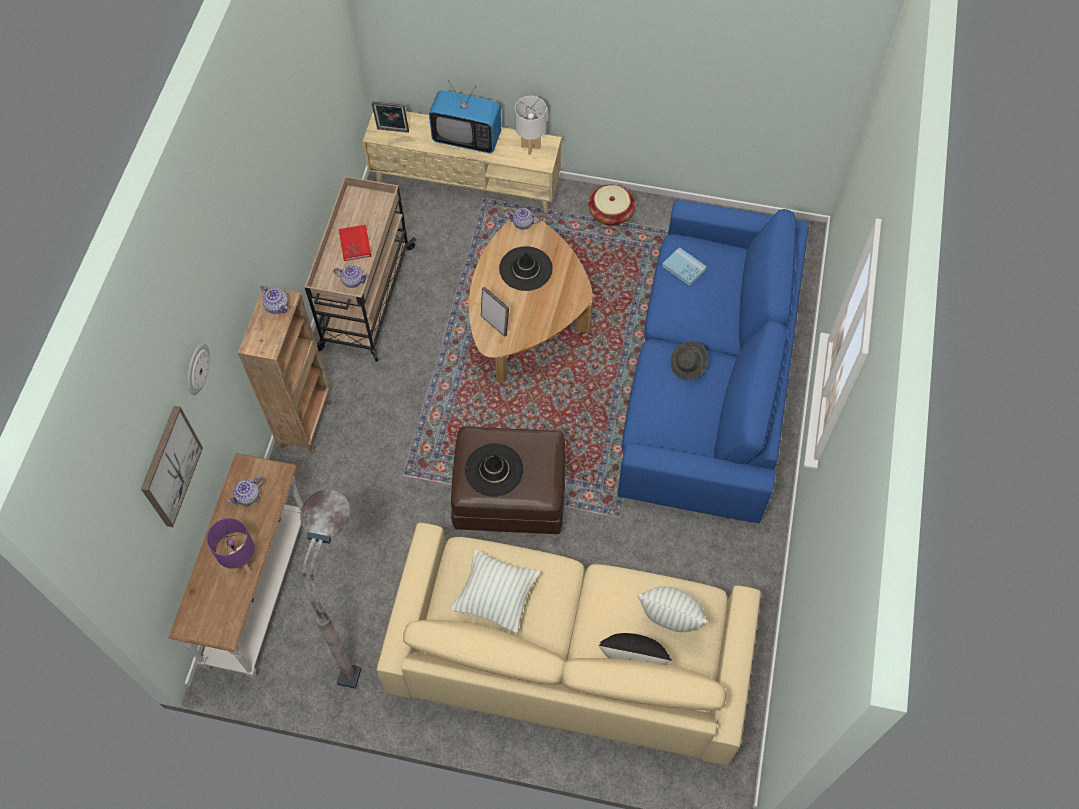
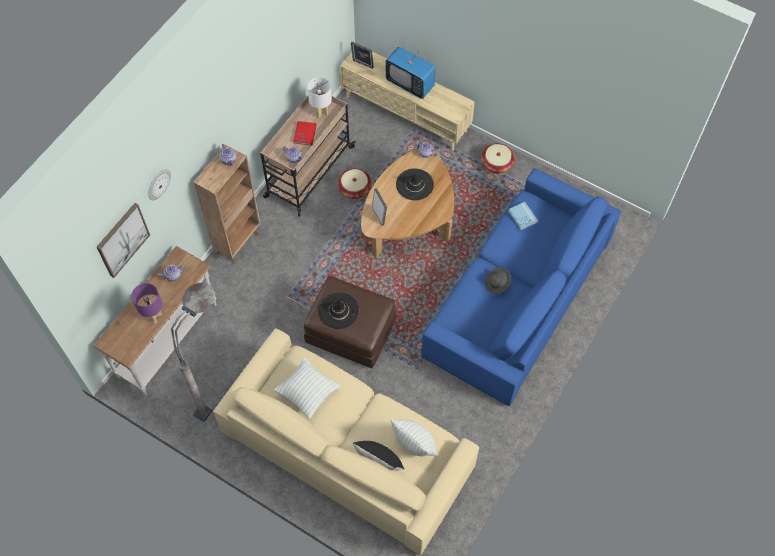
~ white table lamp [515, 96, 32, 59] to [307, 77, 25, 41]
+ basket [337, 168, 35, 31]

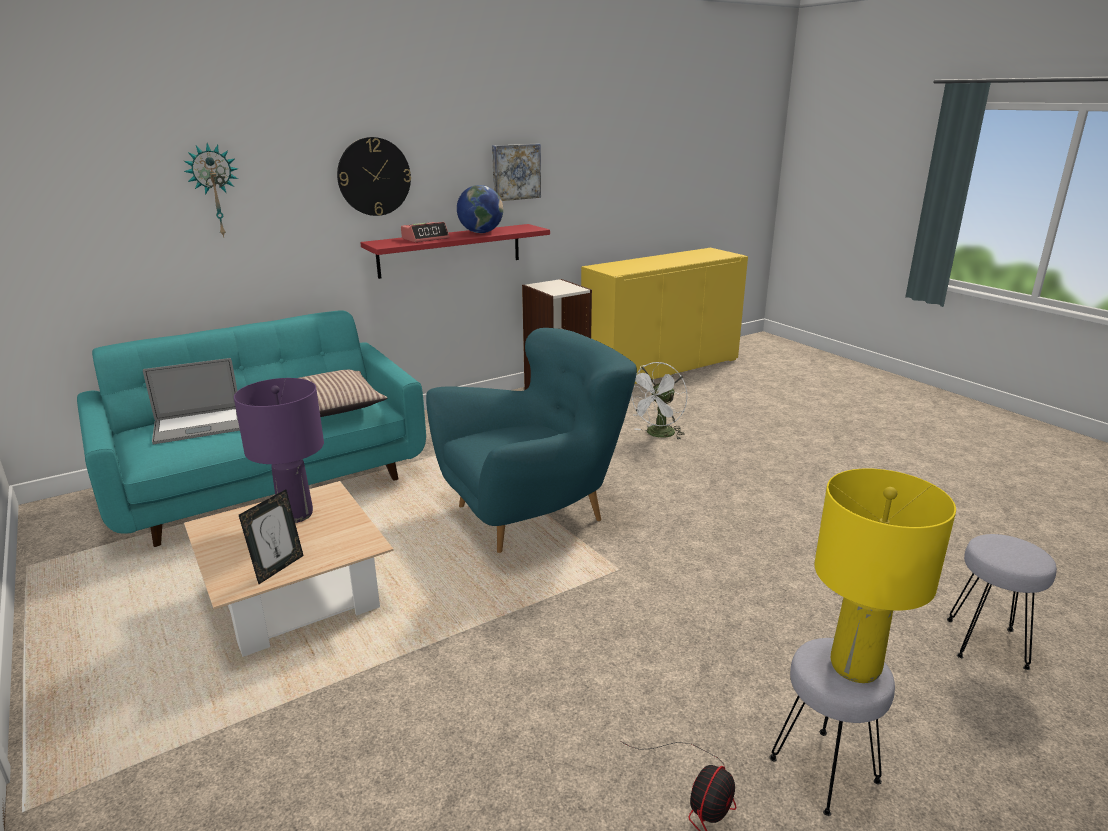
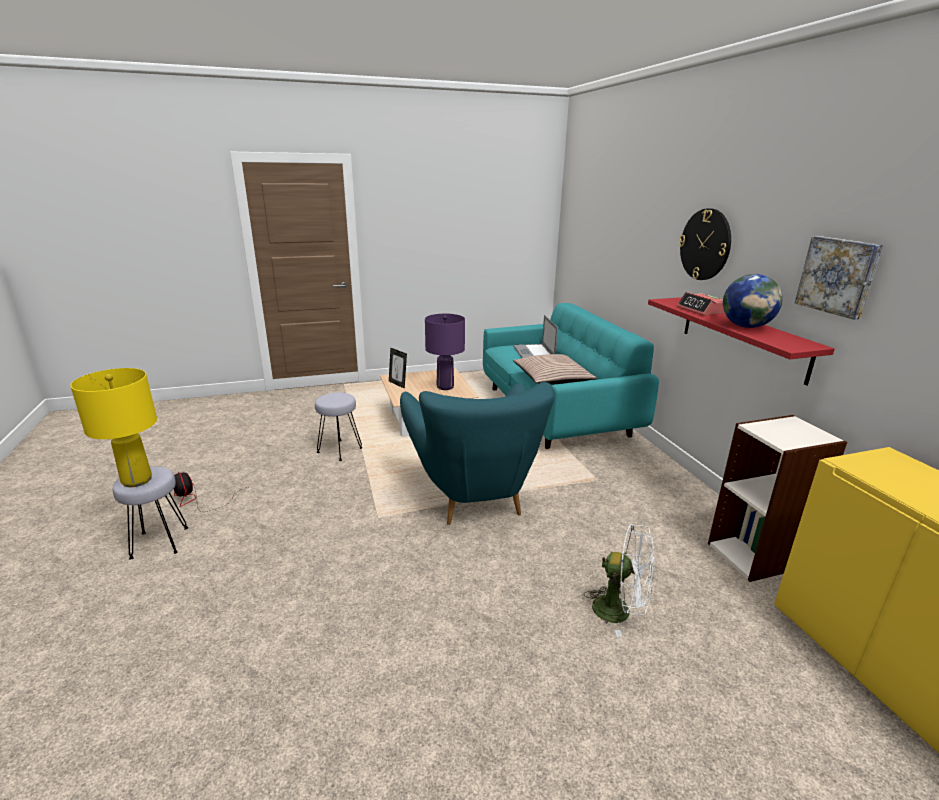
- wall clock [184, 143, 54, 94]
~ white fan [631, 362, 56, 78] = [584, 524, 70, 113] 150 degrees clockwise
~ grey stool [947, 534, 110, 136] to [315, 392, 47, 69]

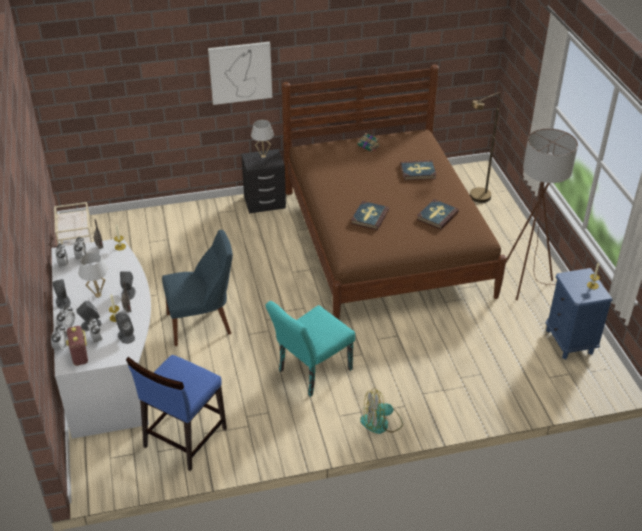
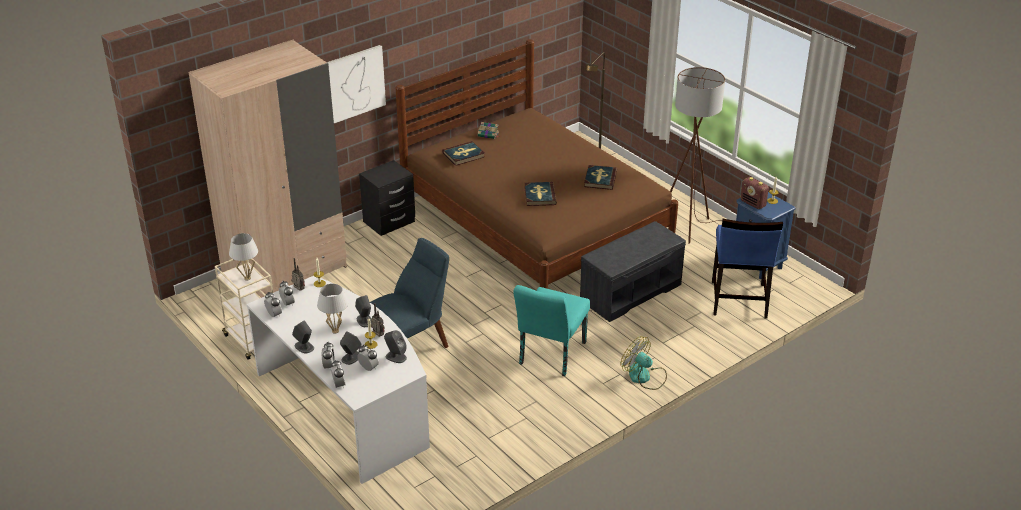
~ white table lamp [251, 120, 23, 38] to [229, 233, 29, 47]
~ book [401, 160, 35, 20] to [442, 141, 43, 25]
~ radio [66, 326, 22, 40] to [741, 177, 28, 32]
~ blue chair [126, 355, 101, 116] to [712, 218, 71, 101]
~ fan [360, 388, 43, 46] = [620, 336, 47, 54] 75 degrees clockwise
+ beige wardrobe [188, 39, 159, 259]
+ grey bench [580, 221, 106, 101]

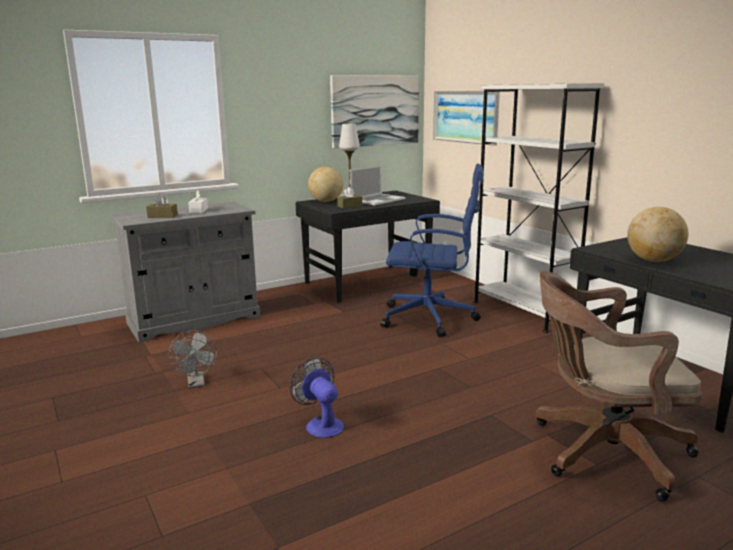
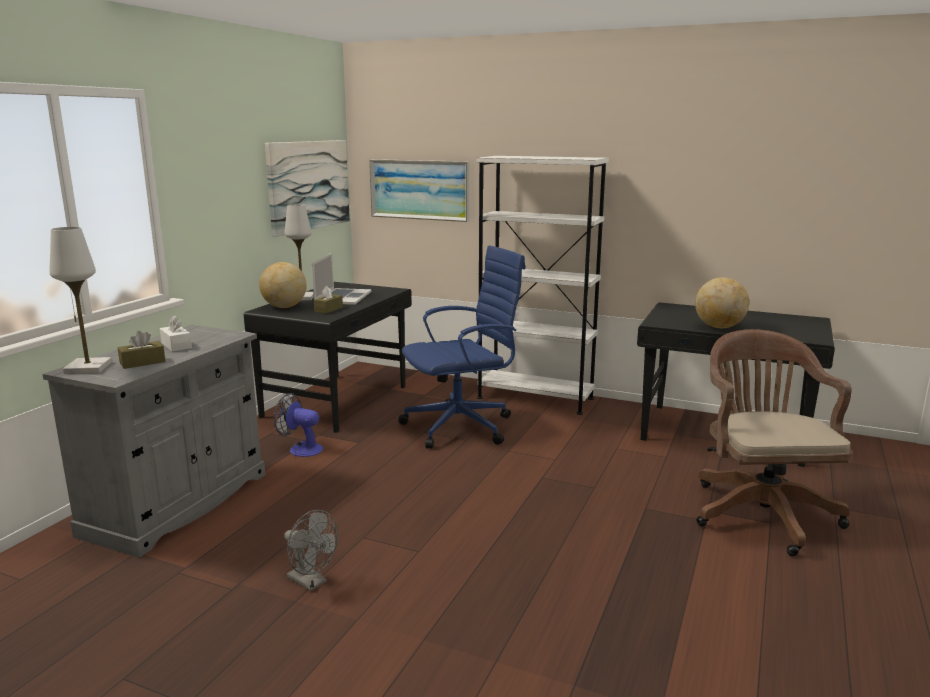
~ brown office chair [535, 271, 167, 230] = [697, 329, 156, 227] 120 degrees clockwise
~ fan [290, 357, 54, 81] to [274, 393, 49, 64]
+ white table lamp [50, 227, 62, 147]

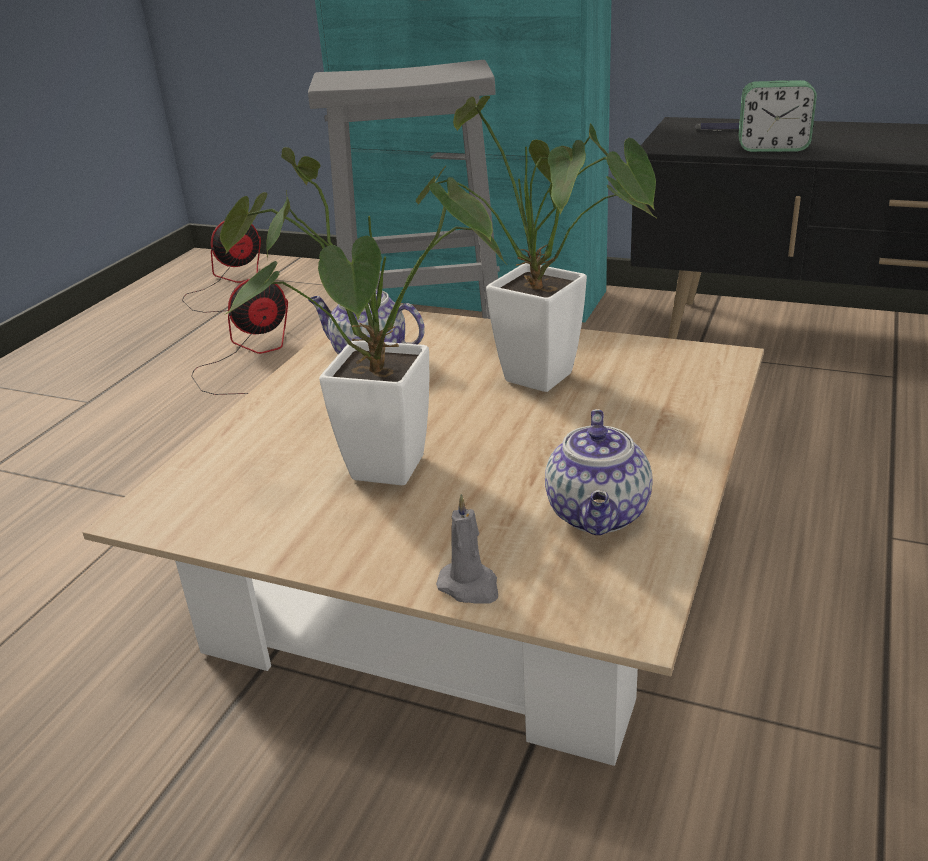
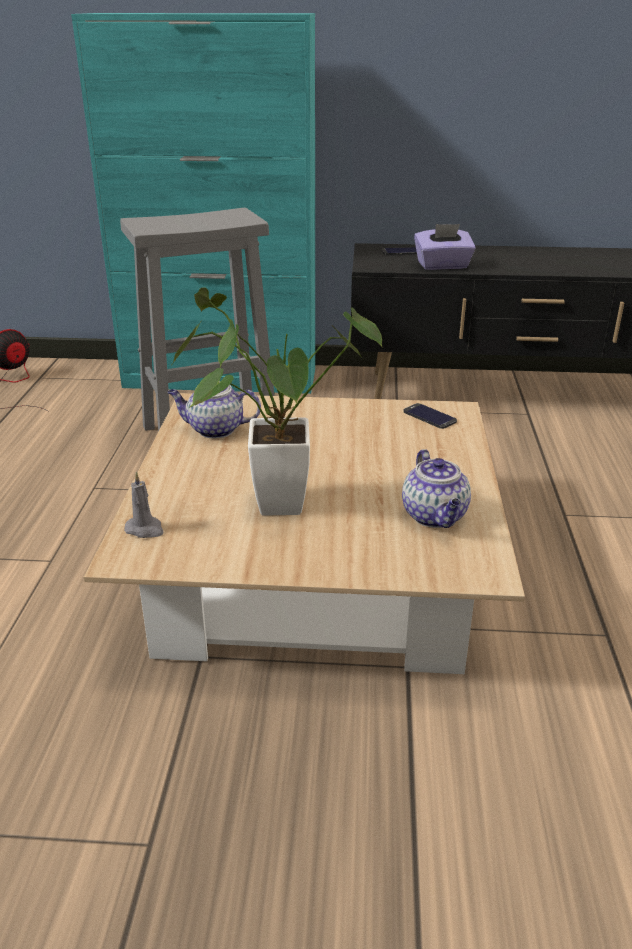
~ alarm clock [739, 80, 78, 72] to purple tissue box [414, 224, 62, 46]
- potted plant [416, 96, 240, 296]
- fan [191, 279, 97, 116]
~ grey candle [436, 494, 62, 110] to [124, 471, 40, 67]
+ phone [403, 403, 54, 26]

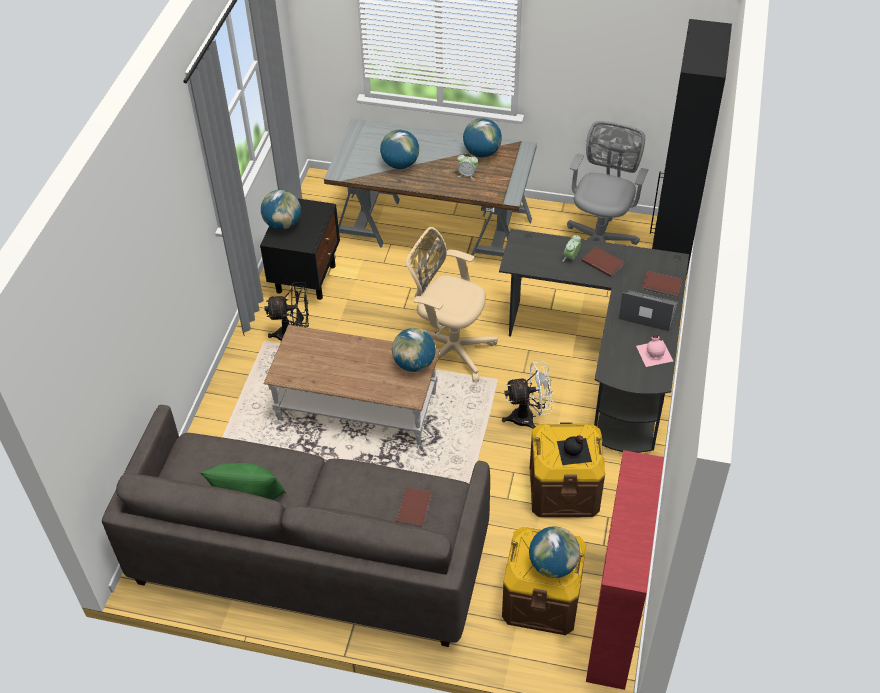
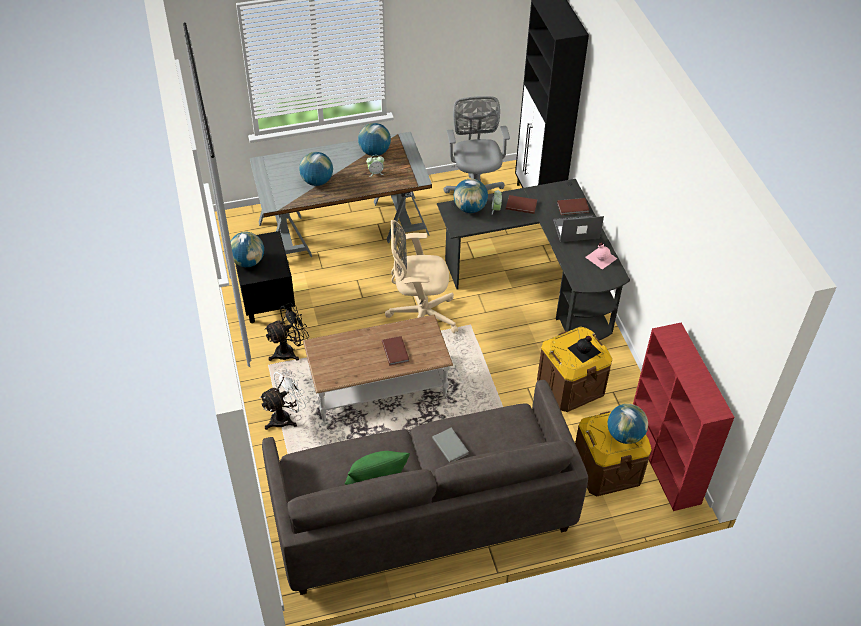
~ globe [392, 328, 44, 44] to [454, 179, 34, 34]
~ white fan [502, 361, 52, 68] to [259, 368, 48, 62]
~ brown book [396, 488, 35, 40] to [382, 336, 27, 30]
+ grey book [432, 428, 37, 35]

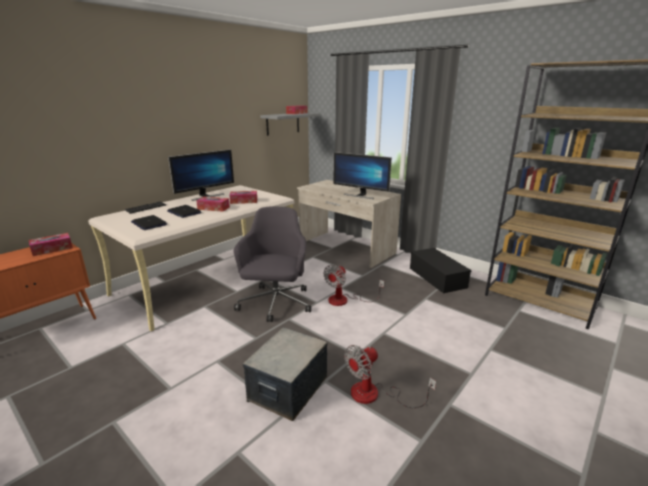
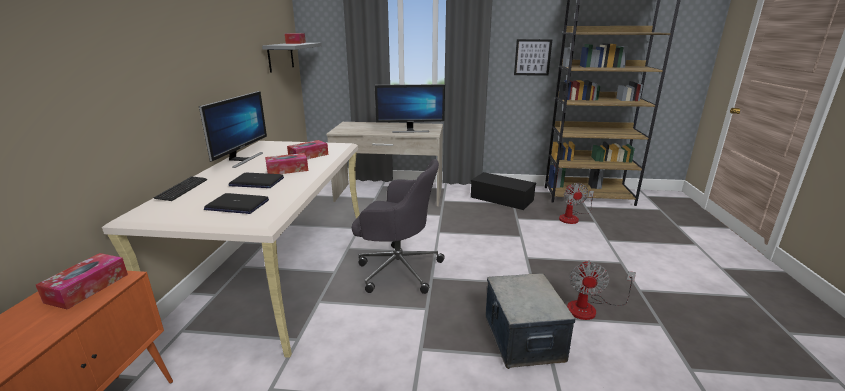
~ grey office chair [233, 207, 78, 115] = [352, 159, 92, 135] 135 degrees clockwise
~ fan [324, 265, 60, 41] to [559, 183, 35, 41]
+ picture [514, 39, 38, 37]

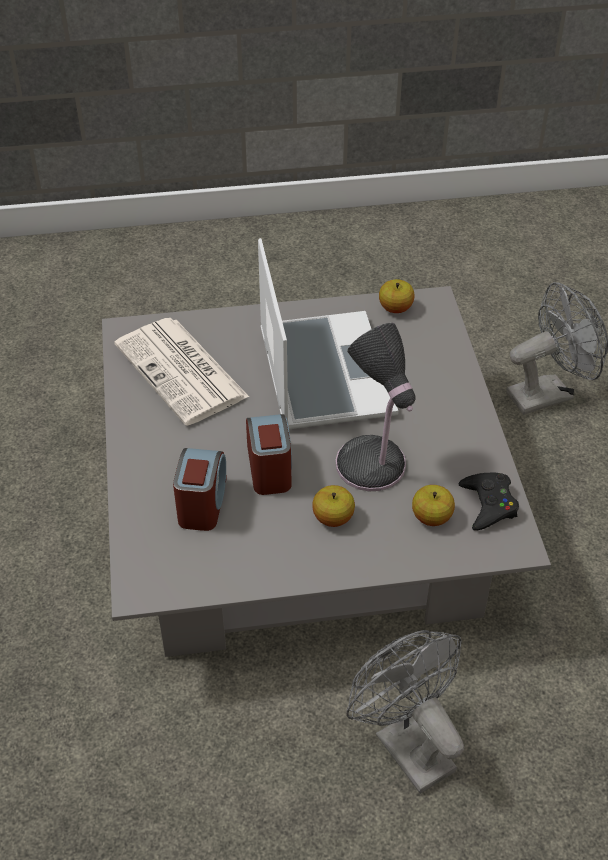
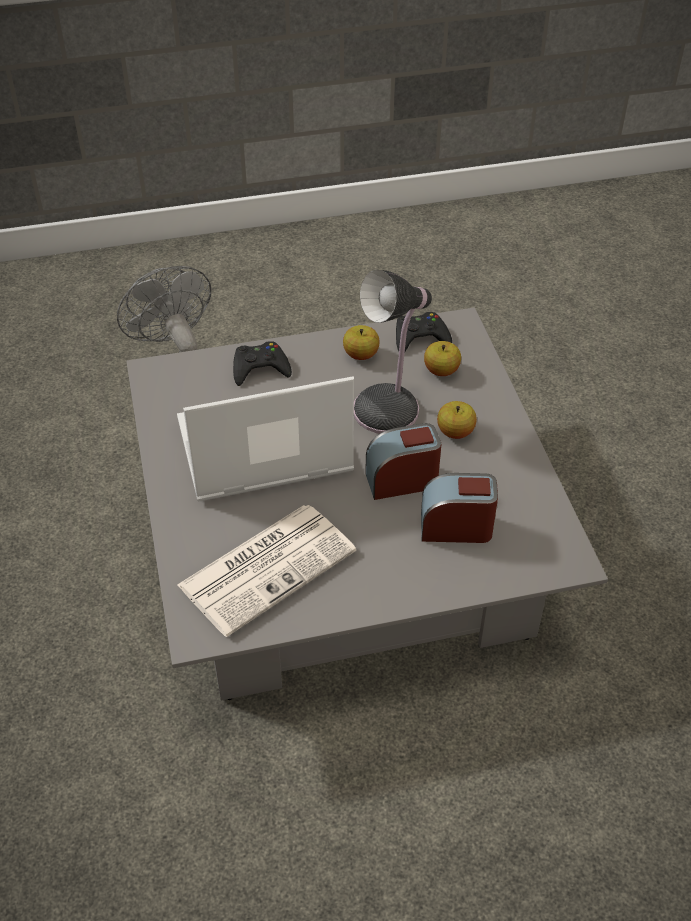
~ apple [379, 279, 36, 34] to [343, 325, 37, 35]
- grey fan [346, 630, 118, 164]
+ black game controller [233, 341, 59, 45]

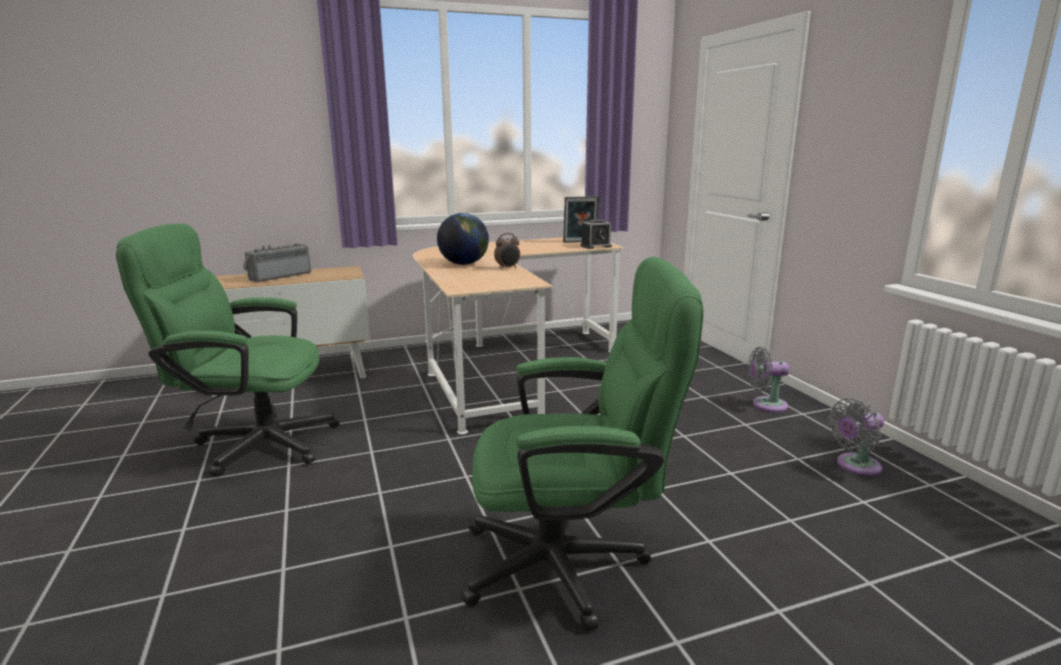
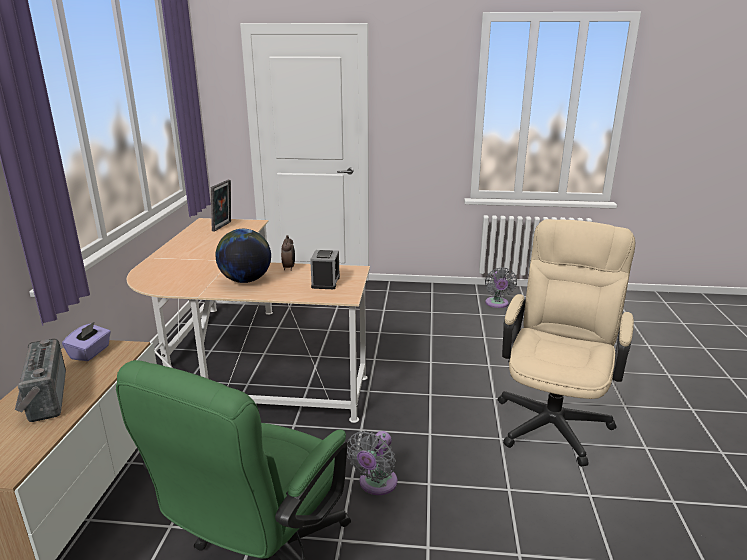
~ alarm clock [580, 219, 32, 30] to [310, 250, 30, 39]
~ green office chair [462, 257, 242, 374] to beige office chair [498, 219, 137, 248]
~ grey fan [748, 347, 42, 65] to [347, 431, 50, 64]
+ purple tissue box [62, 321, 49, 40]

